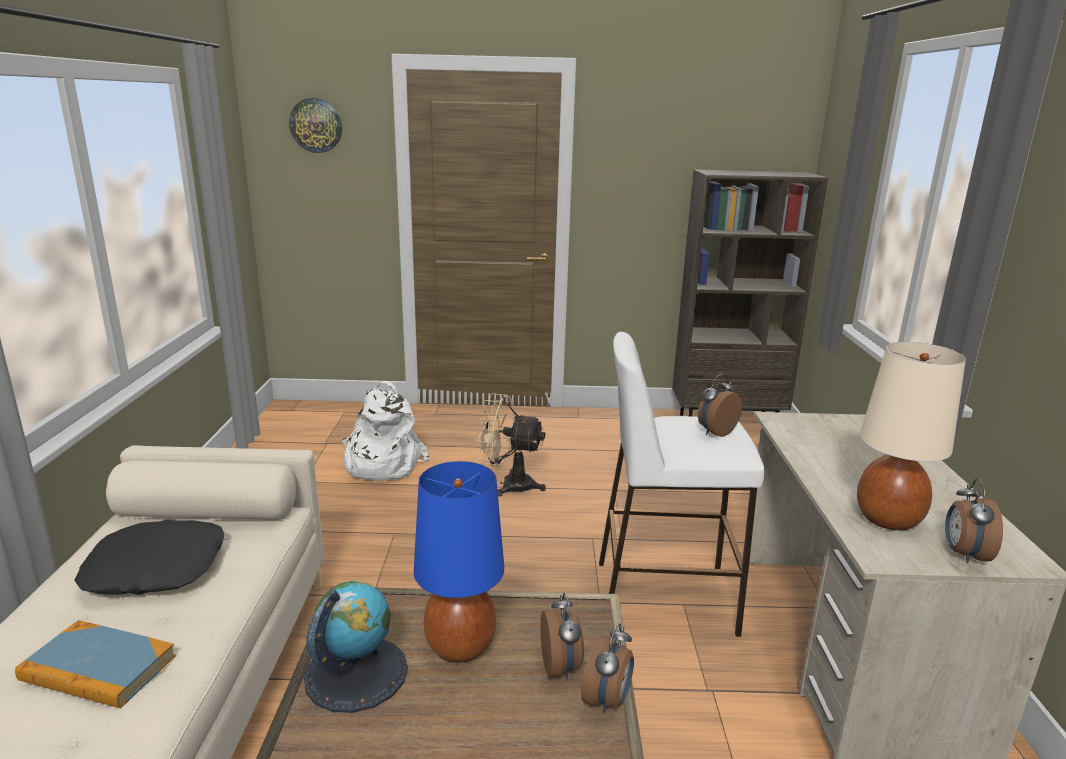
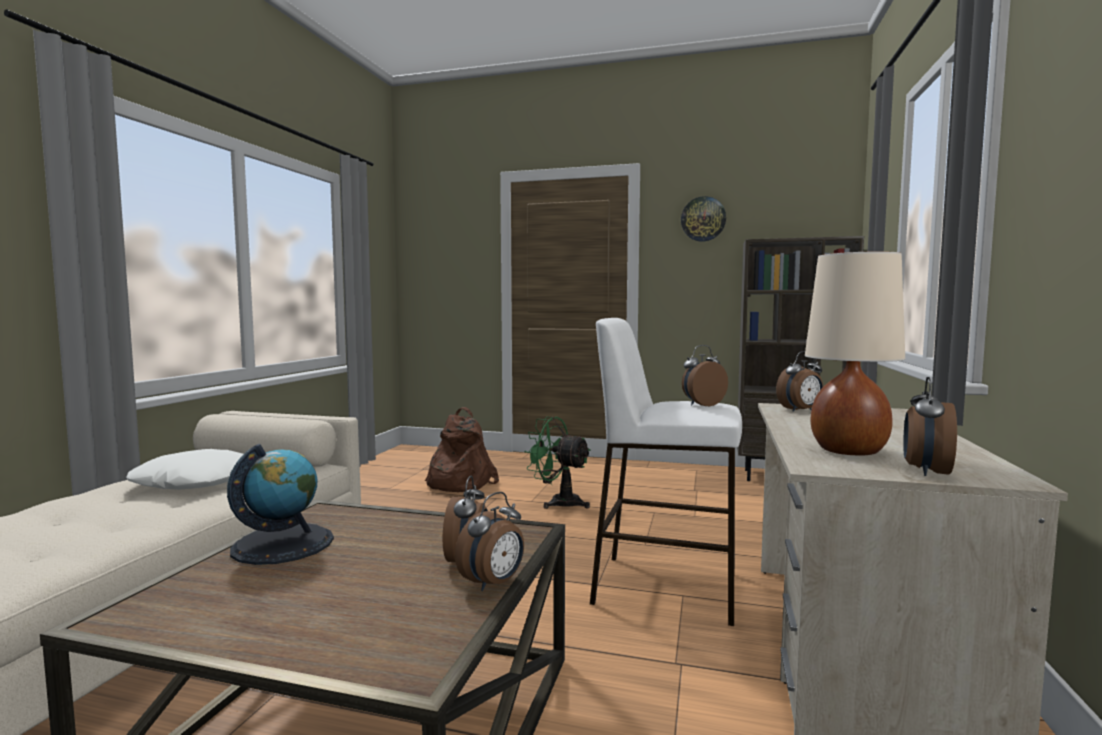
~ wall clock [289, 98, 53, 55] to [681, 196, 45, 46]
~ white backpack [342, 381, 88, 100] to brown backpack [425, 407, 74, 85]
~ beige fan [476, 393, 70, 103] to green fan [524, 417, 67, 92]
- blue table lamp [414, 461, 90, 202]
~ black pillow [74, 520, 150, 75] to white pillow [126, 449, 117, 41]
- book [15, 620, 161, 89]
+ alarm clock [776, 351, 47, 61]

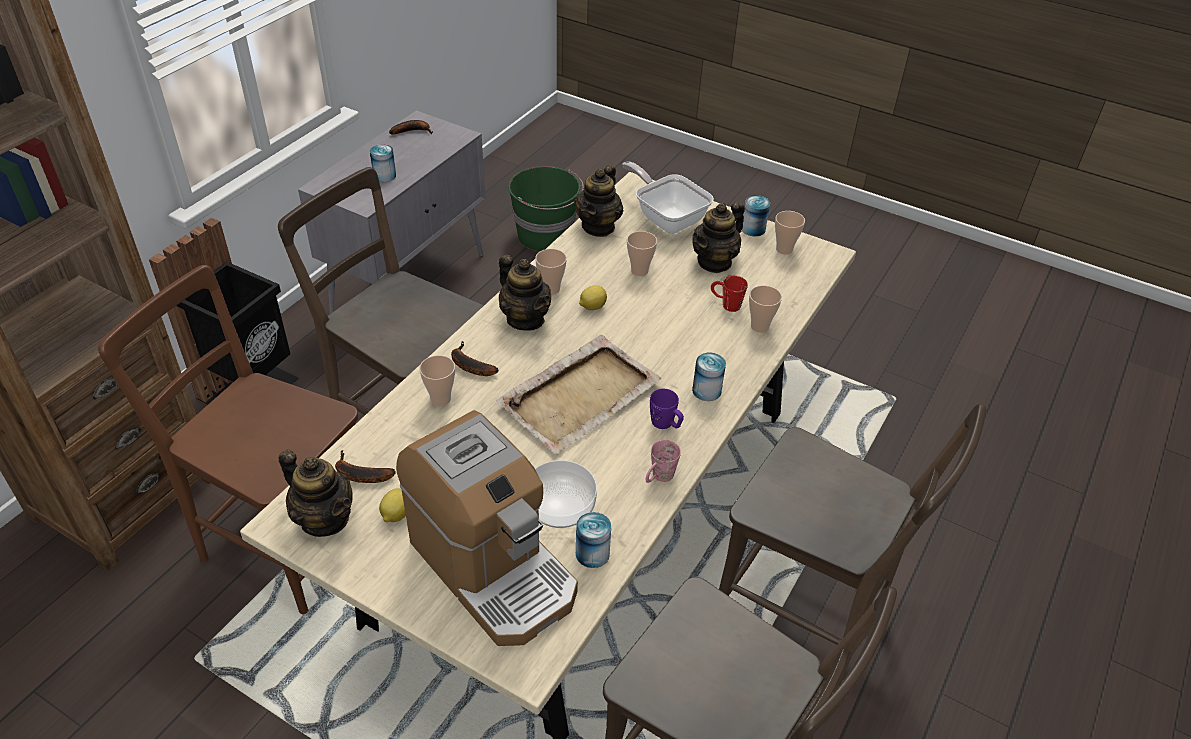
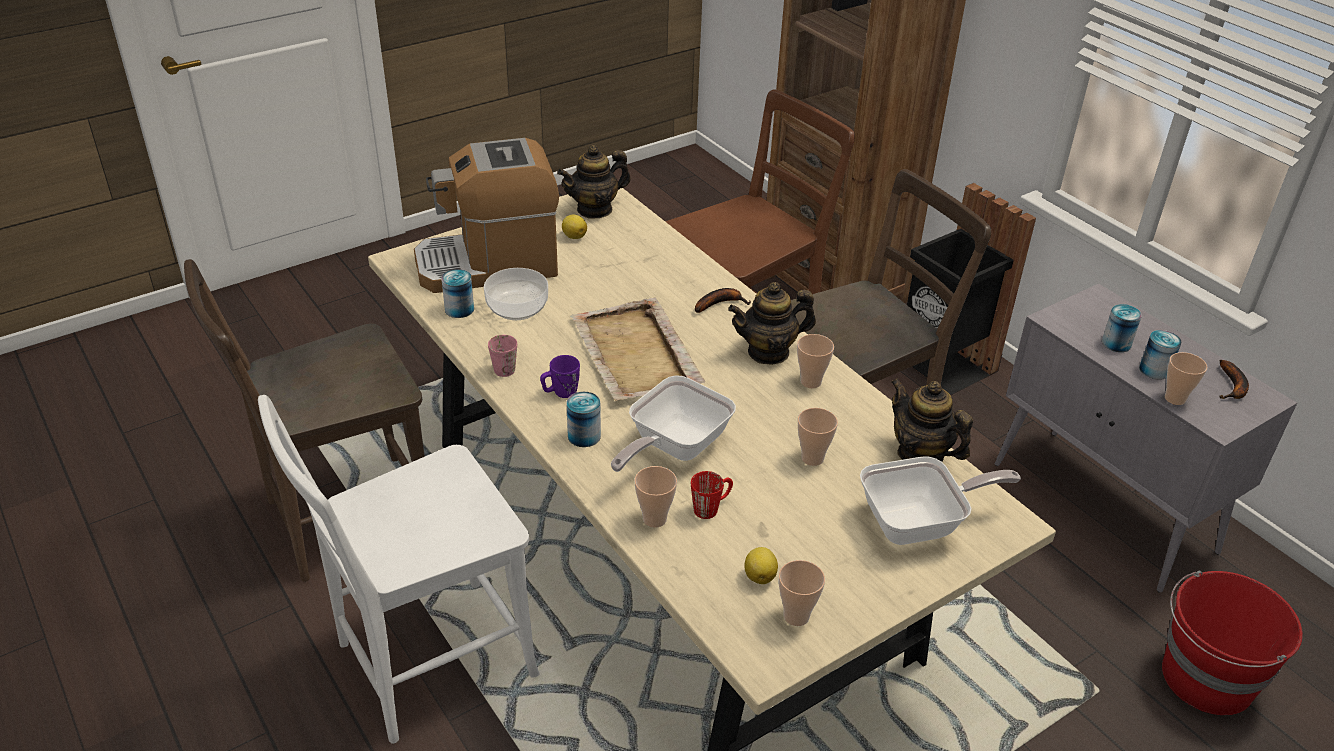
~ green bucket [508, 166, 76, 86] to red bucket [1162, 570, 141, 145]
~ can [742, 195, 28, 41] to [1139, 330, 42, 49]
- teapot [692, 202, 53, 71]
~ lemon [579, 285, 28, 25] to [744, 547, 34, 37]
~ cup [419, 355, 36, 51] to [1165, 352, 43, 53]
~ brown chair [719, 404, 267, 288] to white chair [258, 395, 281, 349]
- banana [335, 450, 60, 33]
+ frying pan [611, 375, 125, 97]

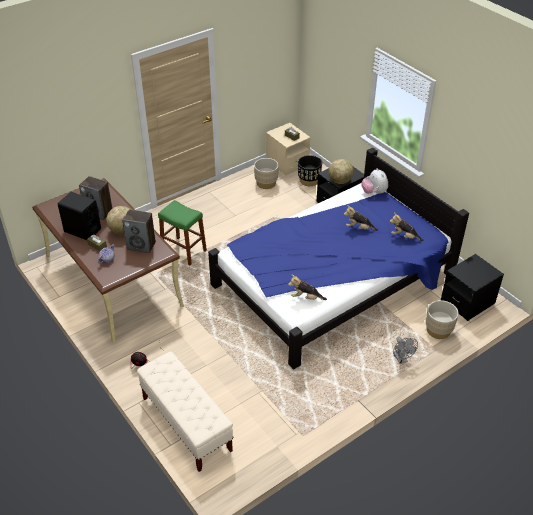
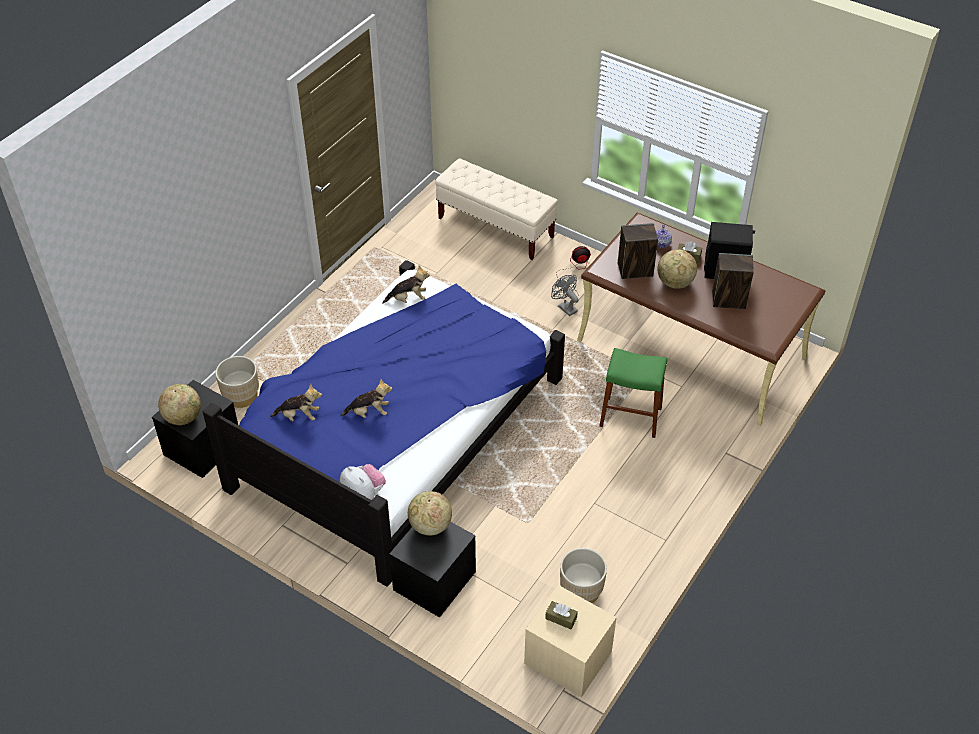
- black planter [298, 155, 24, 31]
~ grey fan [393, 337, 25, 27] to [551, 275, 28, 41]
+ globe [158, 384, 43, 41]

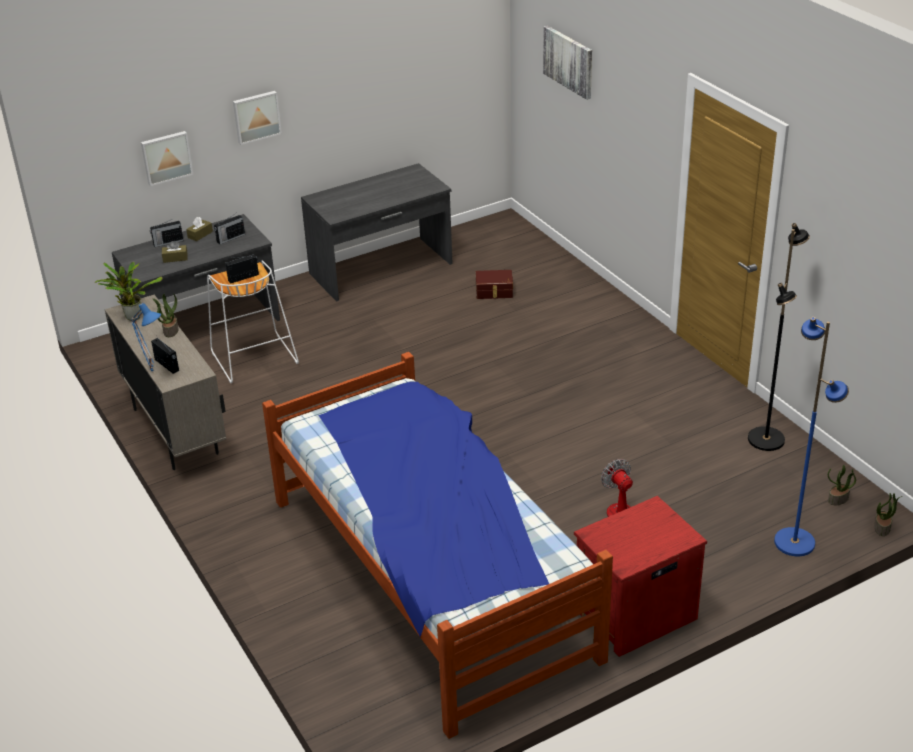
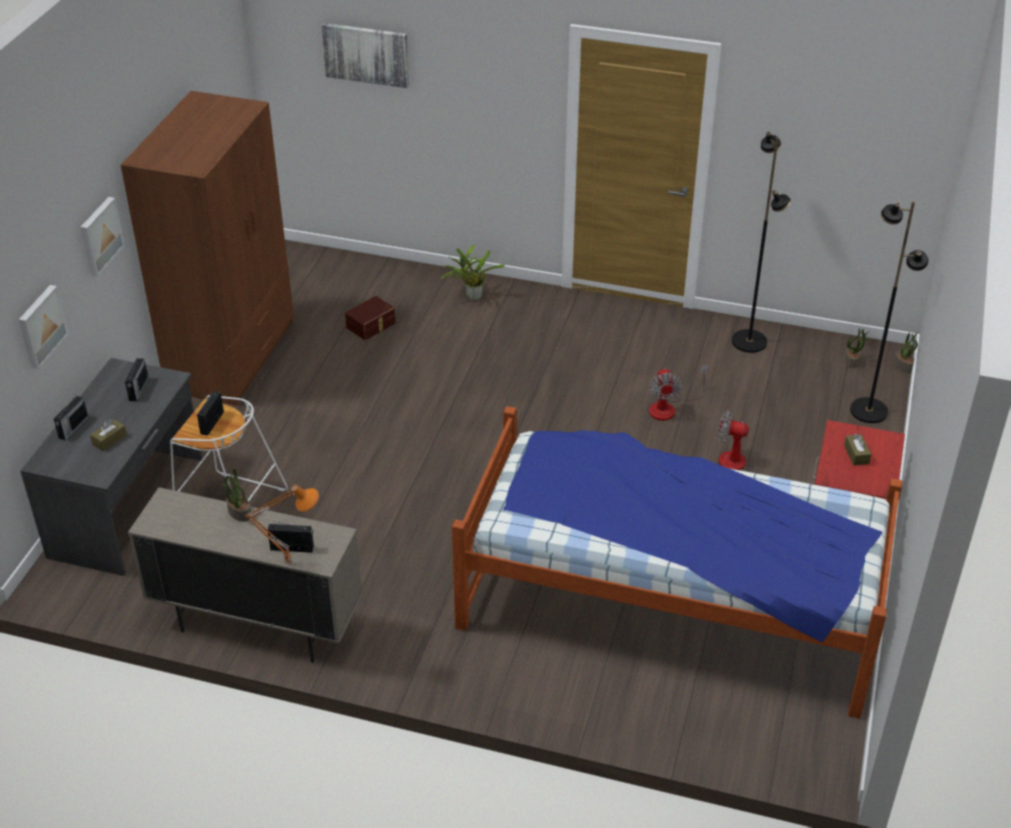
~ grey desk [301, 163, 152, 139] to brown wardrobe [121, 91, 173, 315]
~ brown tissue box [186, 217, 27, 24] to [844, 434, 28, 32]
~ potted plant [95, 262, 68, 59] to [441, 245, 64, 56]
~ blue table lamp [131, 303, 30, 69] to orange table lamp [245, 485, 74, 79]
~ blue floor lamp [774, 317, 75, 239] to black floor lamp [850, 201, 78, 222]
+ fan [649, 366, 59, 55]

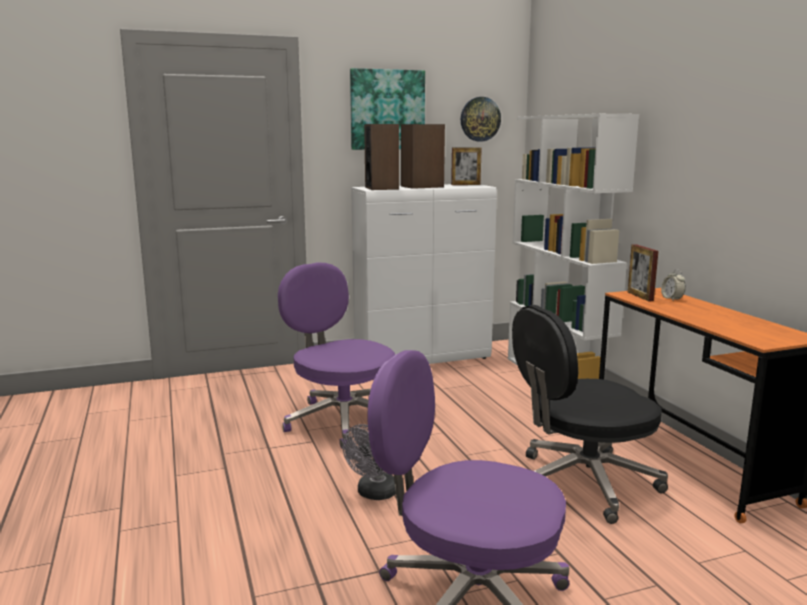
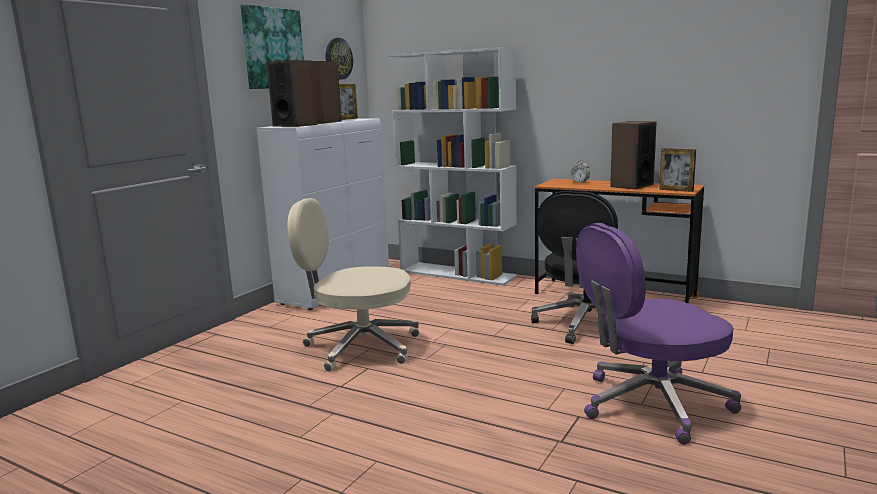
~ picture frame [628, 244, 30, 58] to [659, 148, 37, 44]
~ purple office chair [278, 263, 117, 186] to beige office chair [287, 198, 132, 174]
- grey fan [342, 424, 54, 76]
+ speaker [610, 121, 47, 69]

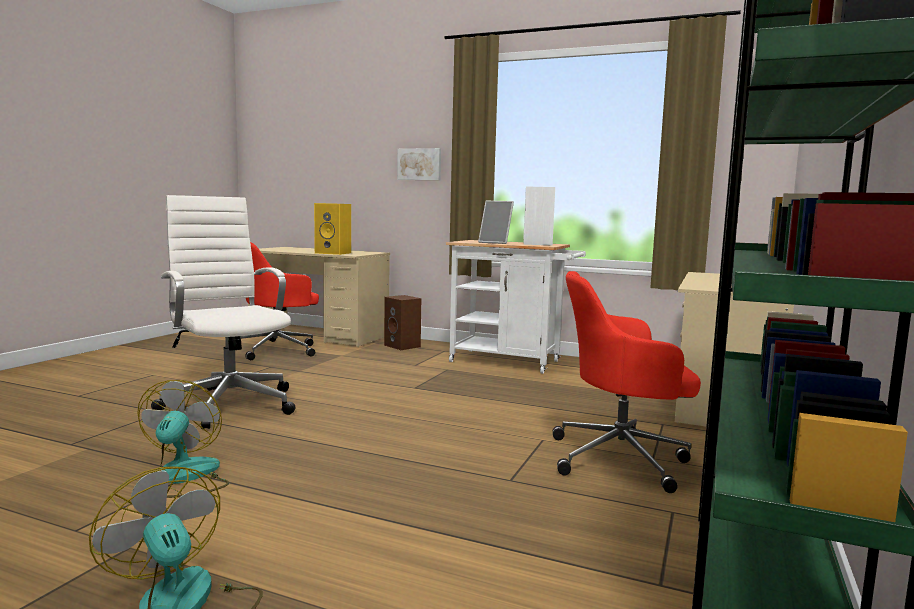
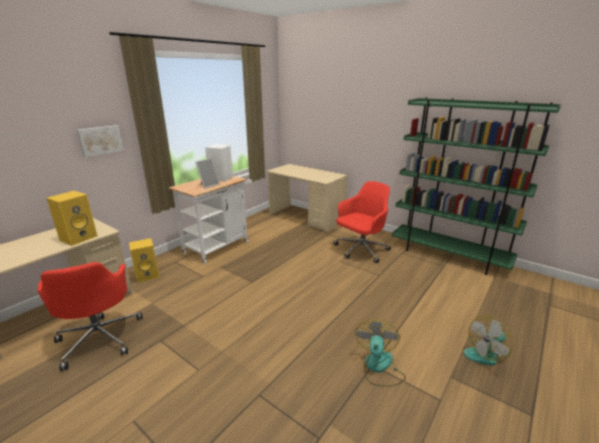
- white office chair [151, 195, 145, 234]
~ red office chair [552, 271, 149, 222] = [333, 181, 58, 82] 150 degrees counterclockwise
~ brown speaker [384, 295, 37, 55] to yellow speaker [129, 238, 30, 45]
~ fan [137, 380, 92, 118] = [355, 319, 51, 68] 90 degrees clockwise

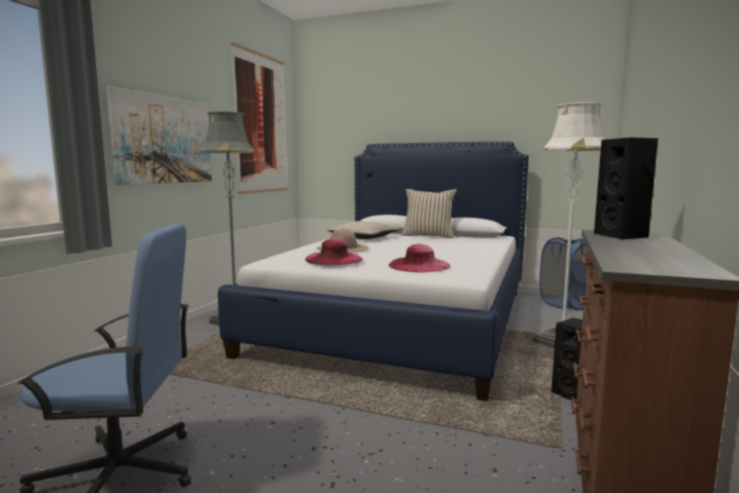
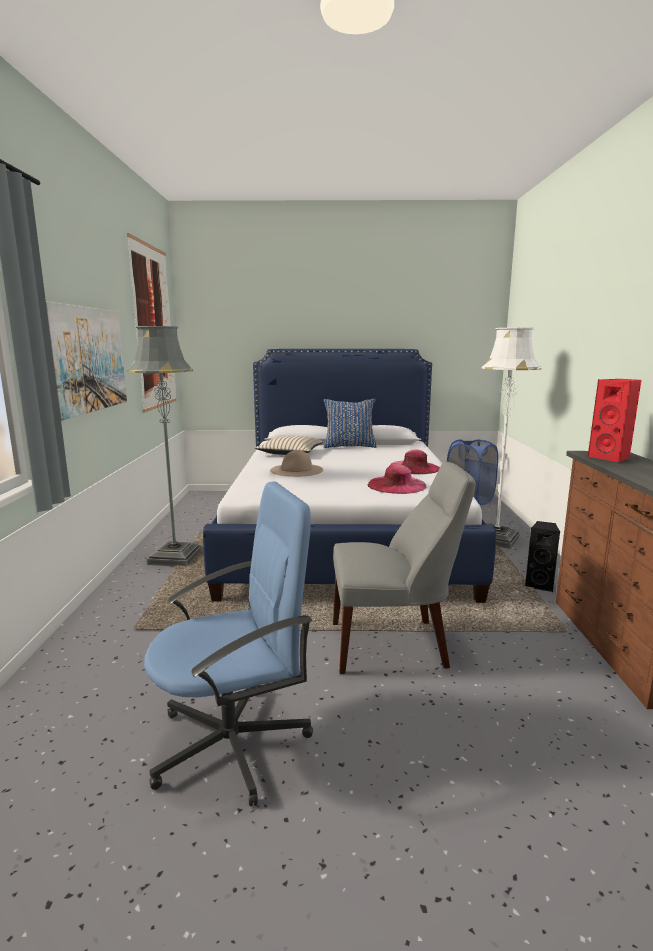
~ black speaker [594, 137, 64, 103] to red speaker [588, 379, 53, 83]
~ beige pillow [401, 189, 56, 49] to blue pillow [324, 399, 53, 49]
~ pink hat [305, 238, 58, 27] to [390, 450, 50, 24]
+ grey chair [333, 461, 143, 213]

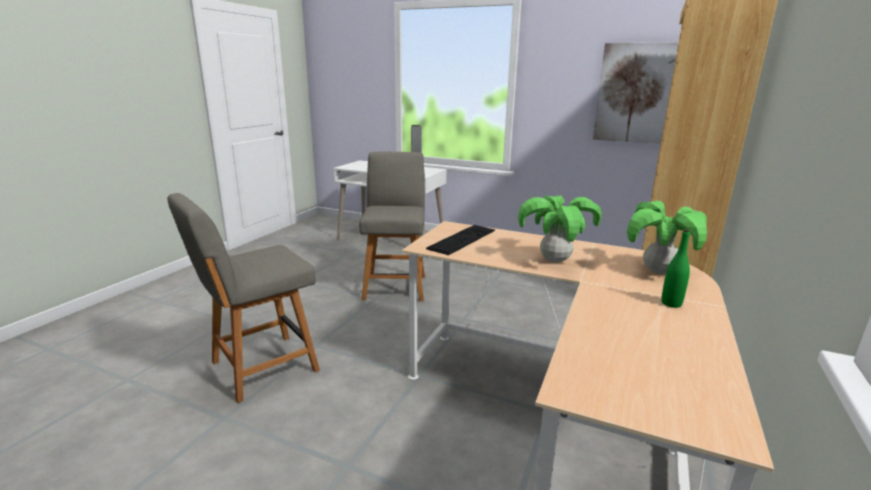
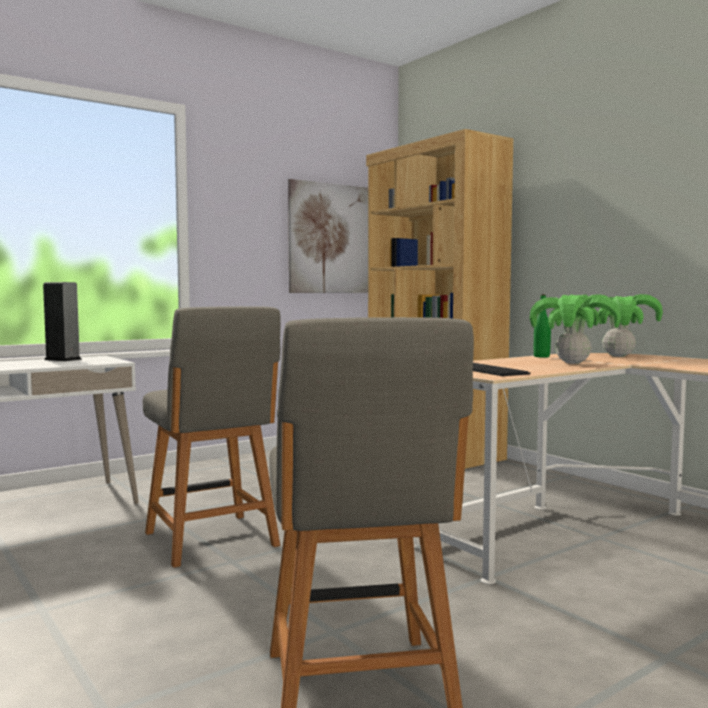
~ grey chair [359, 152, 66, 149] = [143, 306, 138, 262] 150 degrees counterclockwise
~ green bottle [661, 229, 29, 79] to [534, 294, 17, 63]

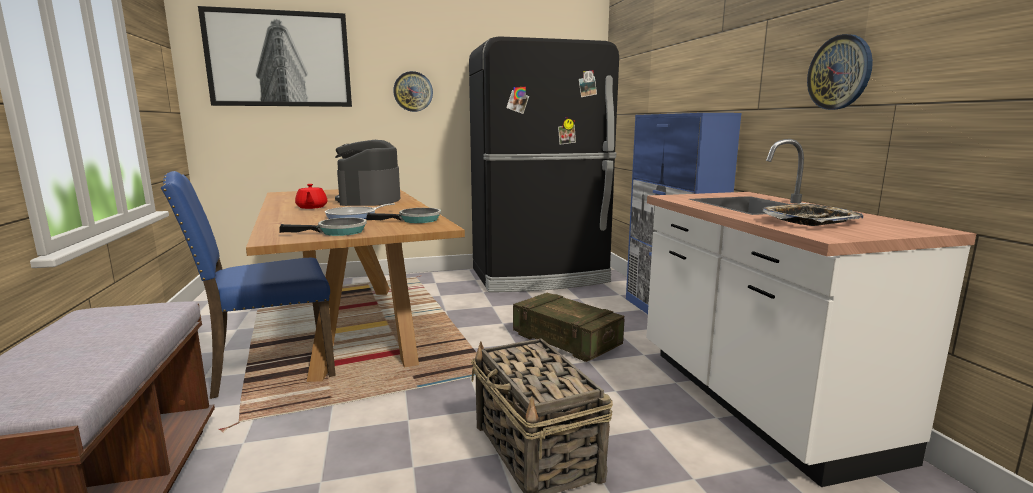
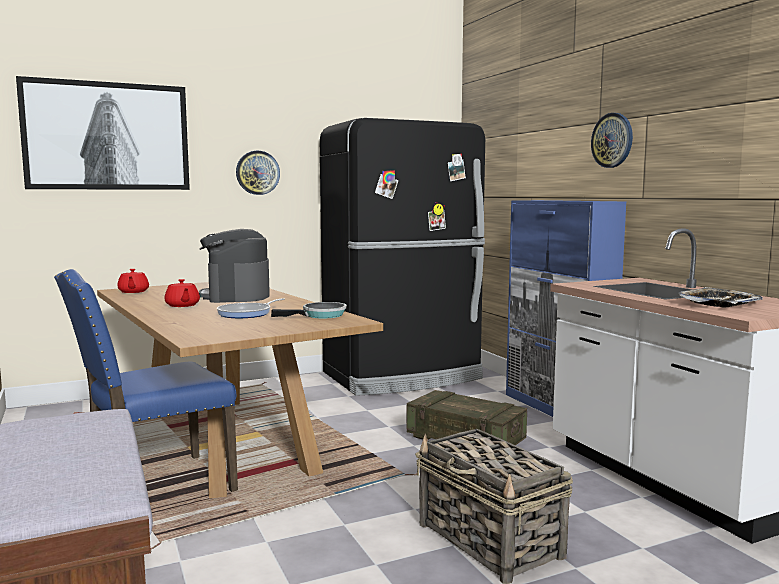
~ wall clock [807, 34, 66, 76] to [591, 113, 42, 55]
- frying pan [279, 217, 88, 19]
+ red teapot [117, 269, 32, 24]

